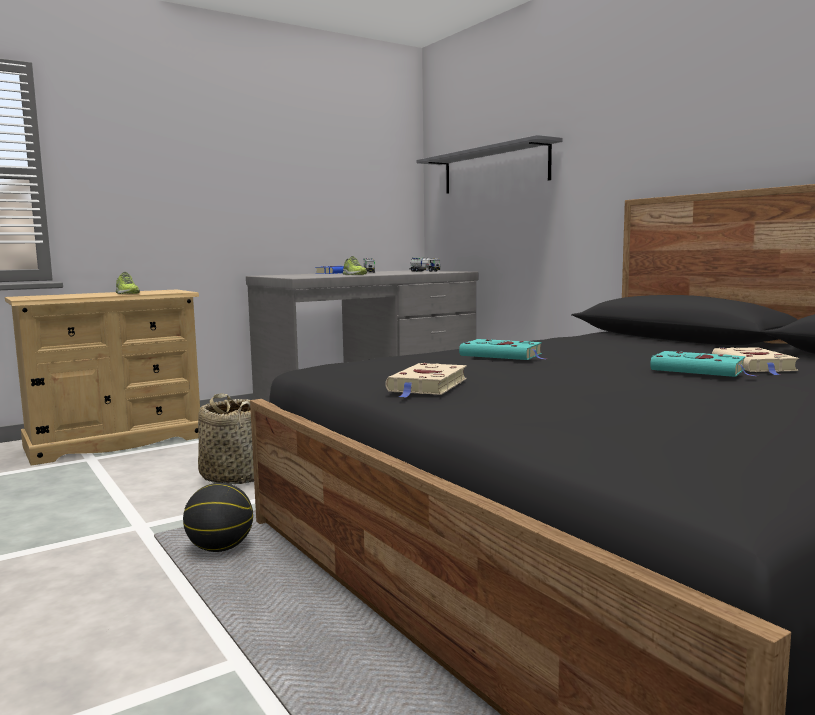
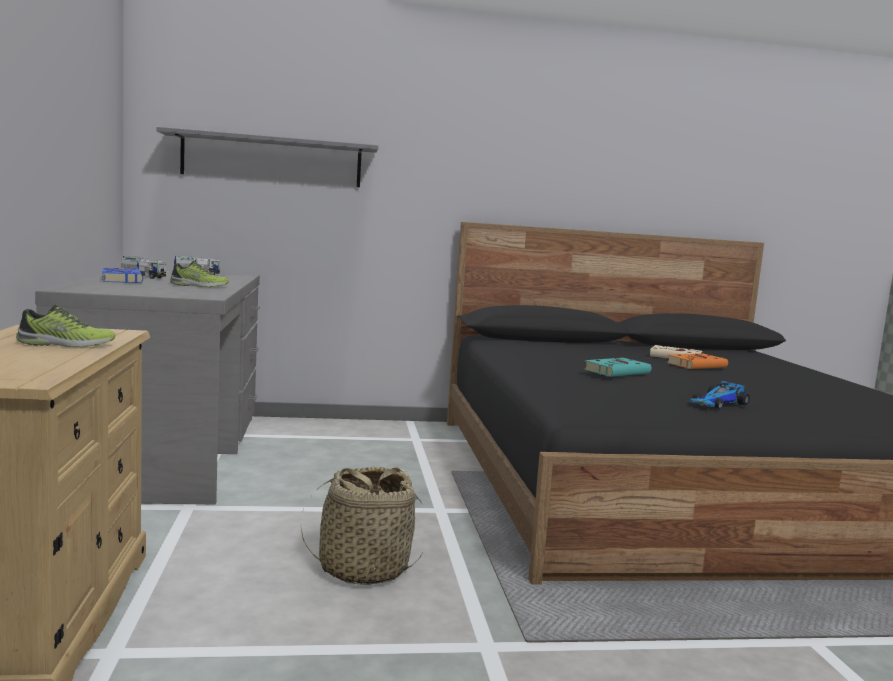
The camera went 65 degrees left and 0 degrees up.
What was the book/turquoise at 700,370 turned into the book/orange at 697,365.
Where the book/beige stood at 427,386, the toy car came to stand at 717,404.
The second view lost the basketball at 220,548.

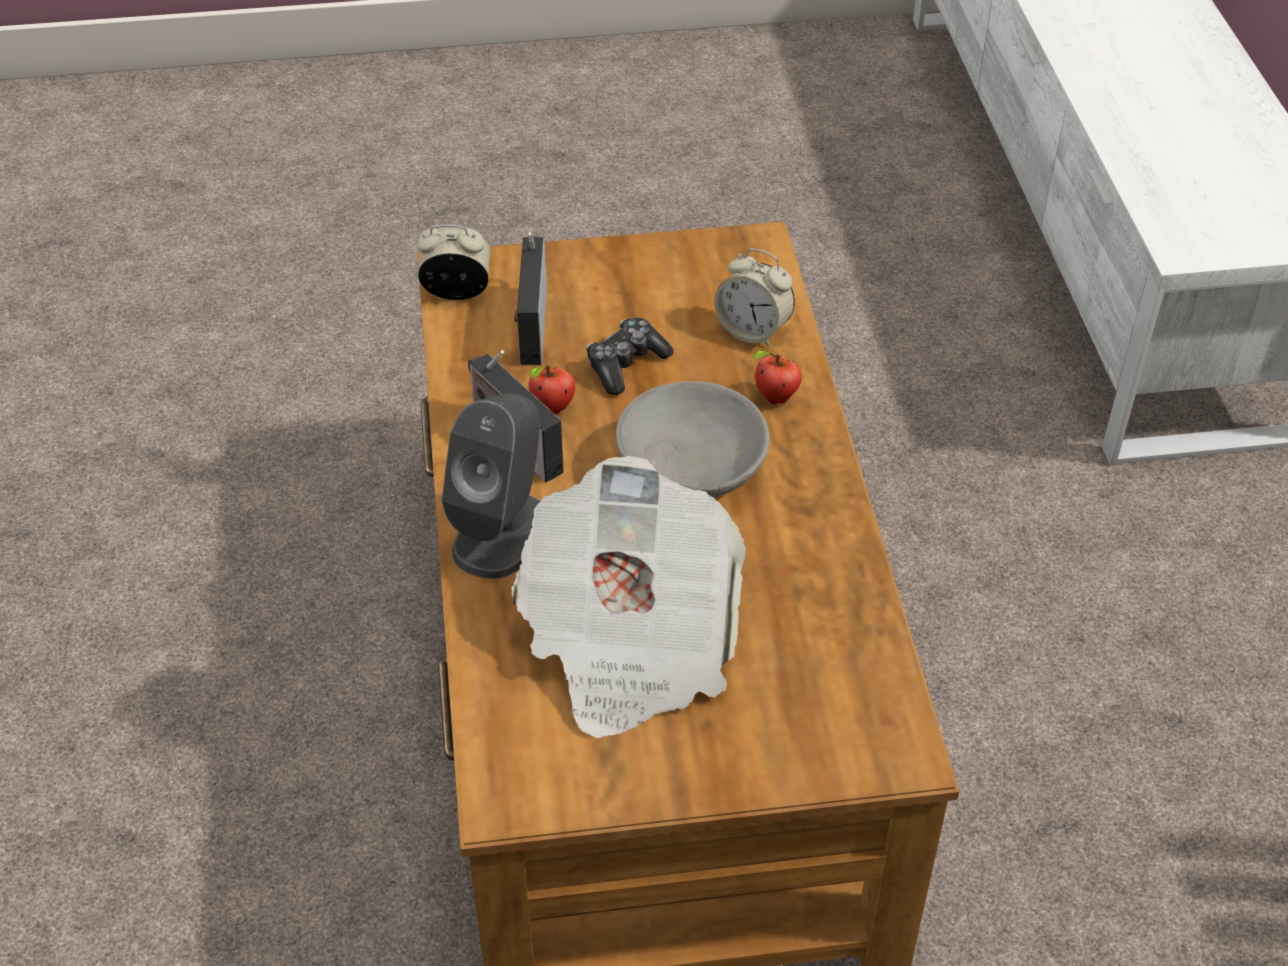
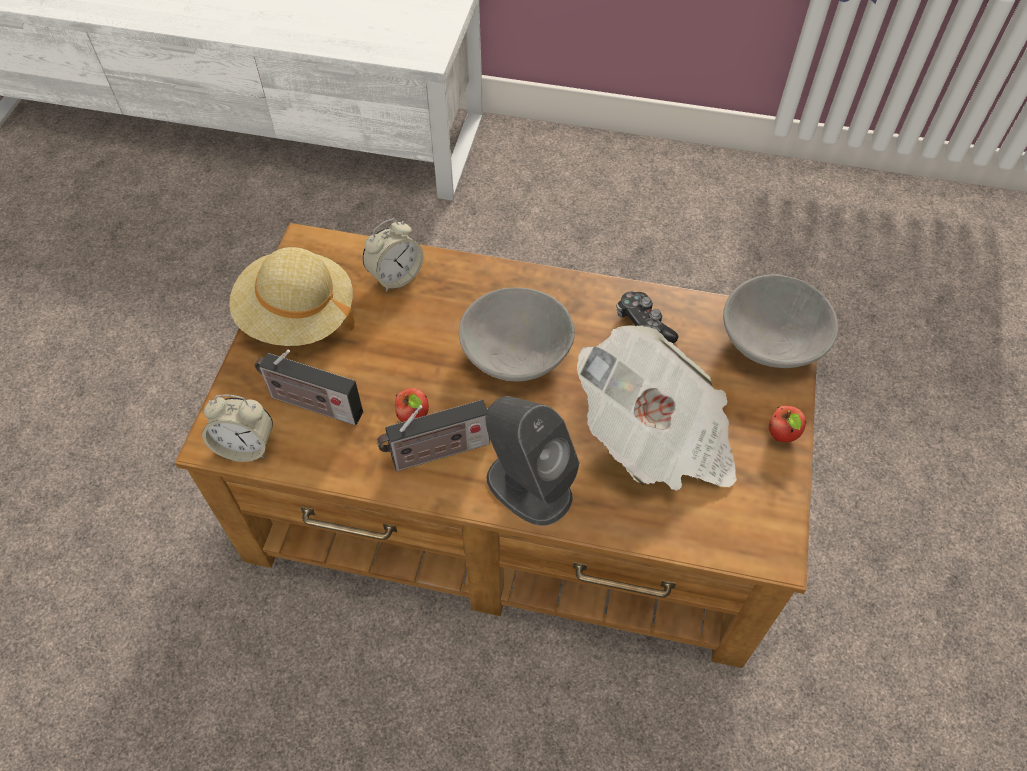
The camera went 70 degrees left and 10 degrees up.
The alarm clock at 457,292 ended up facing another way, 105 degrees counterclockwise from before.
The second view gained the hat/beige at 297,316.
The game controller ended up elsewhere, having gone from 626,364 to 643,325.
The second view gained the bowl/grey at 772,342.
The apple ended up elsewhere, having gone from 774,398 to 782,436.

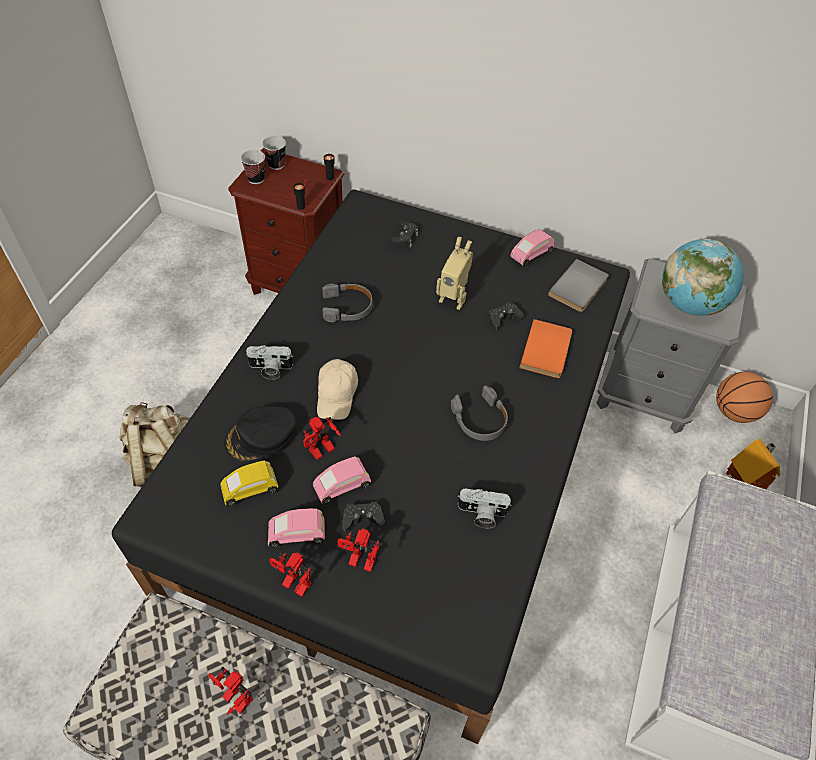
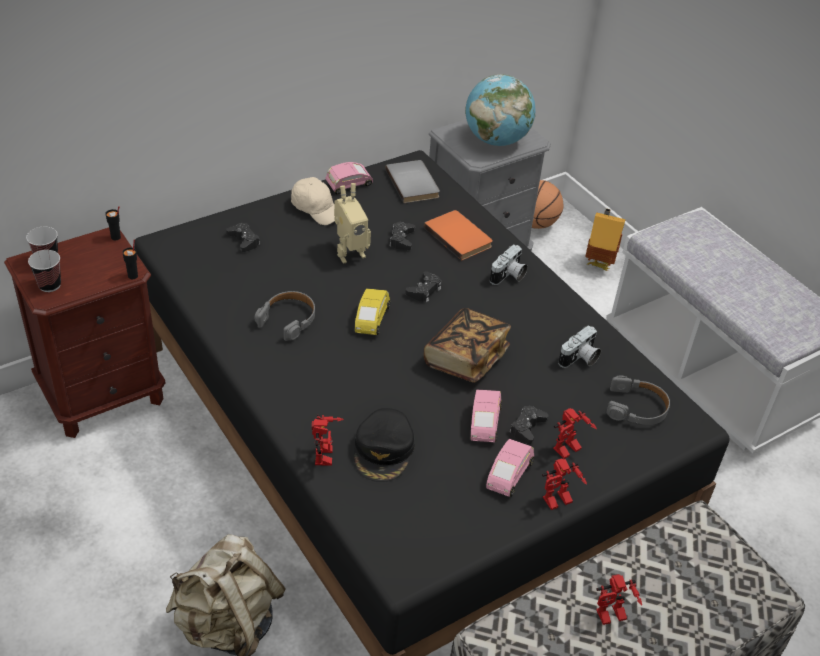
The camera went 55 degrees left and 10 degrees down.
The cap/beige ended up elsewhere, having gone from 337,395 to 316,209.
The toy robot ended up elsewhere, having gone from 321,452 to 327,457.
The toy car/pink at 530,255 ended up facing another way, 120 degrees counterclockwise from before.
The toy car/yellow ended up elsewhere, having gone from 250,489 to 371,320.
The second view gained the game controller/black at 424,290.
The second view gained the book at 465,358.
The photo camera ended up elsewhere, having gone from 270,369 to 509,276.
The headphones/grey ended up elsewhere, having gone from 480,419 to 637,408.

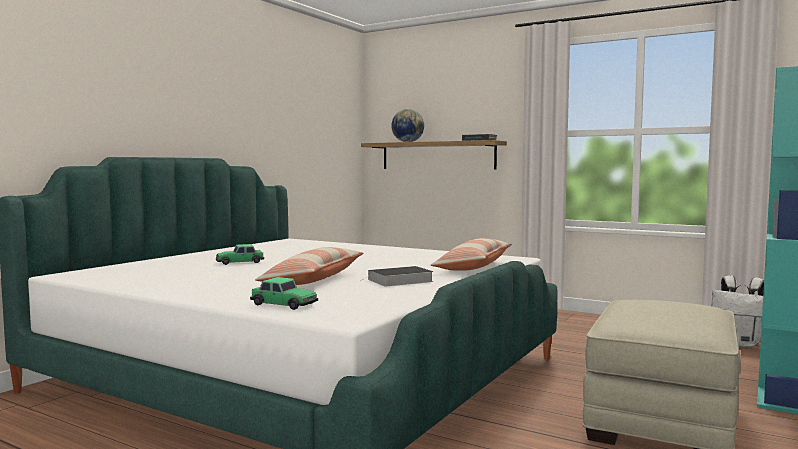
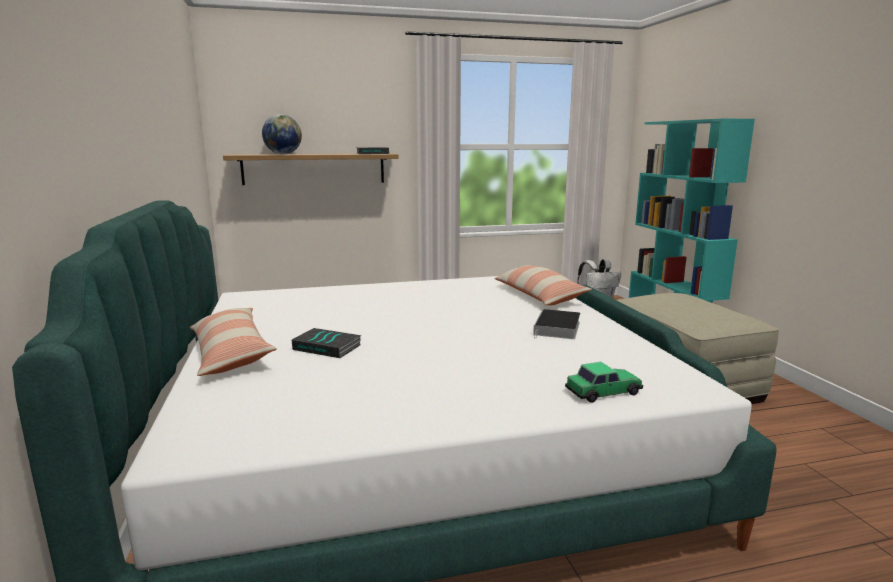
The camera went 45 degrees left and 10 degrees up.
The pillow ended up elsewhere, having gone from 313,280 to 230,353.
Where the toy car stood at 239,262, the book came to stand at 328,347.

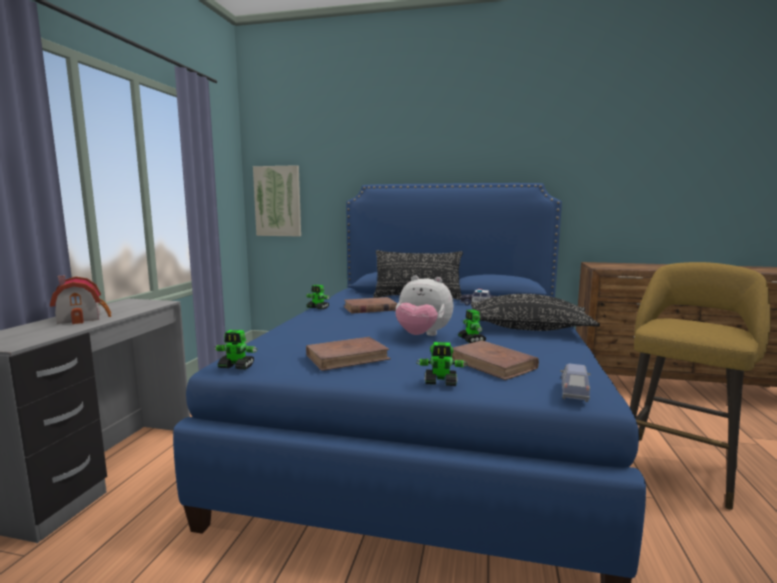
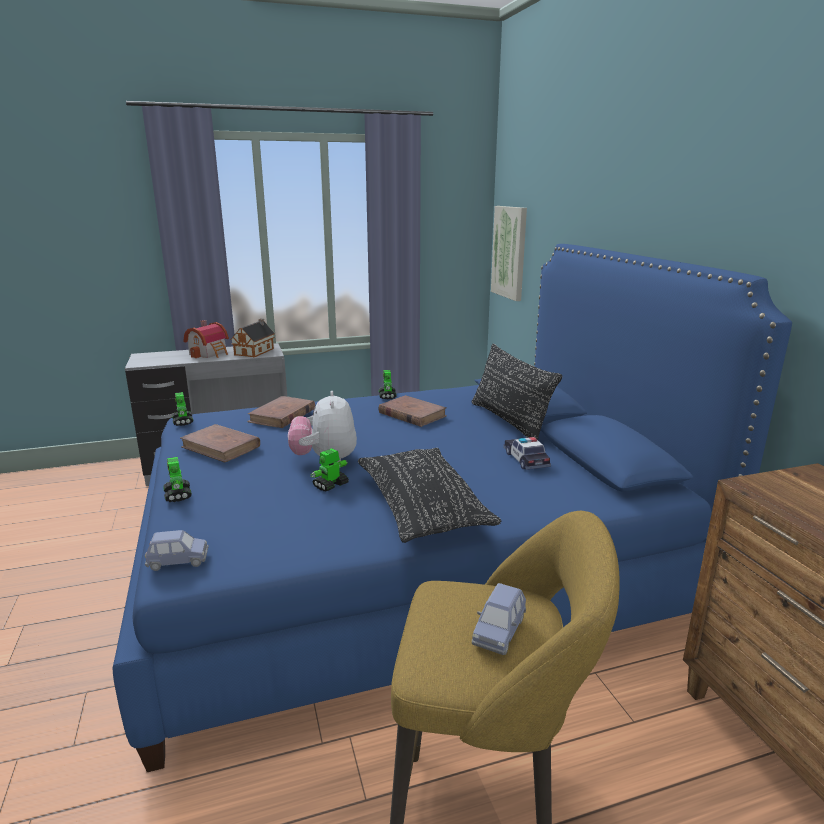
The camera went 60 degrees right and 10 degrees up.
The second view gained the toy house at 255,351.
The book/brown ended up elsewhere, having gone from 492,364 to 282,416.
The second view gained the toy car/blue at 499,632.

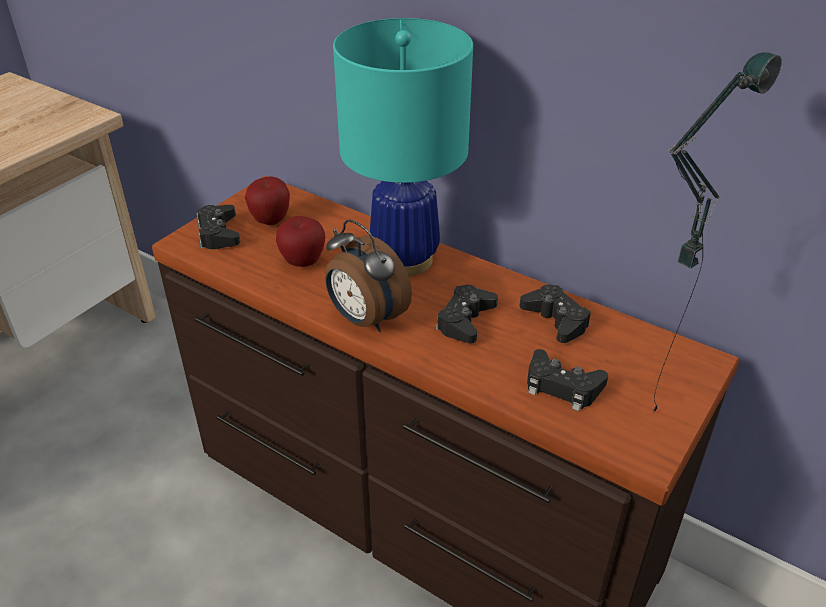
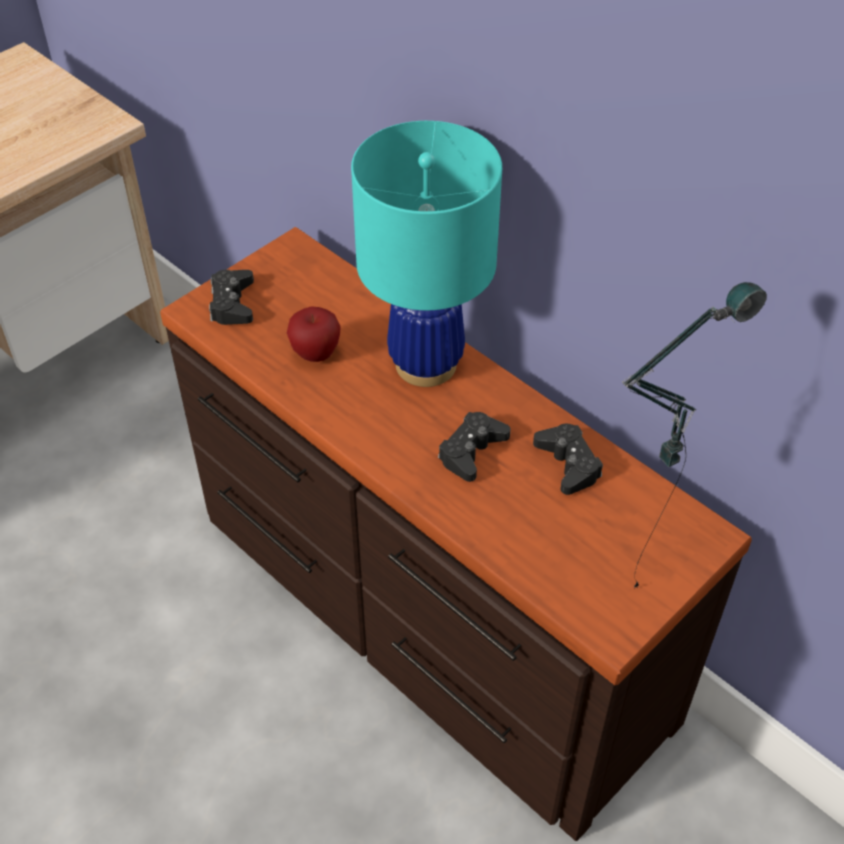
The camera went 10 degrees right and 10 degrees up.
The second view lost the apple at 270,221.
The second view lost the alarm clock at 365,319.
The second view lost the game controller/black at 562,386.

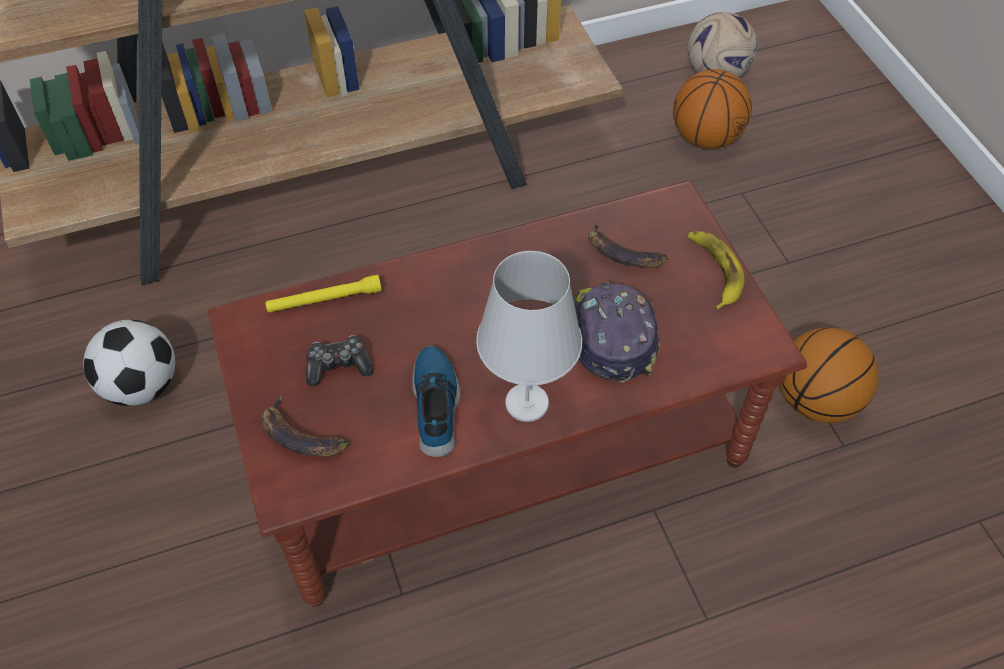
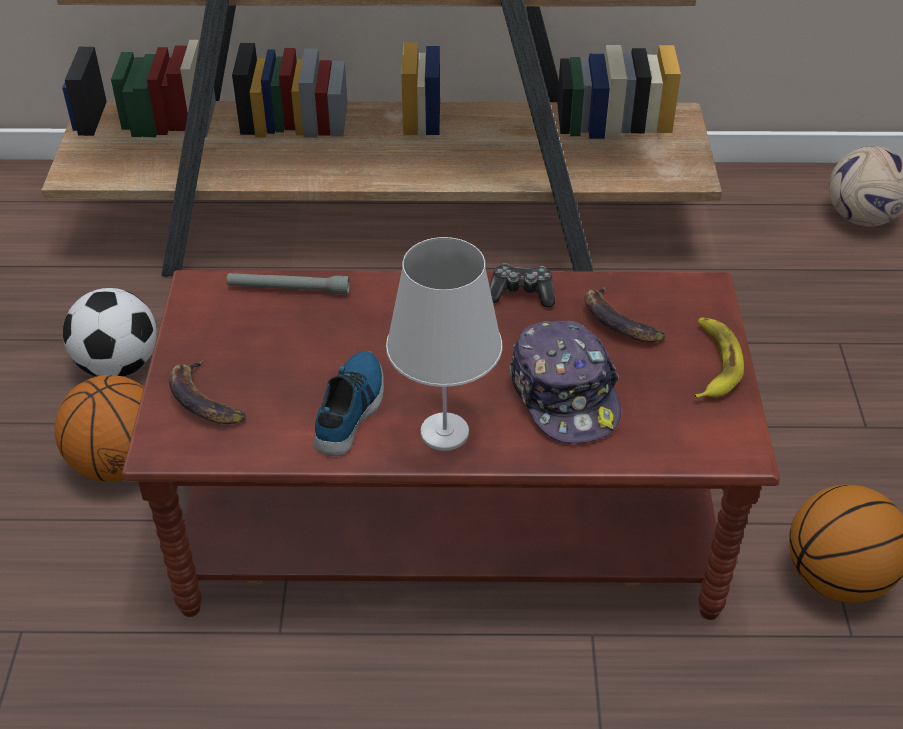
The camera went 20 degrees right and 10 degrees down.
The basketball ended up elsewhere, having gone from 706,138 to 119,464.
What was the flashlight/yellow at 324,300 turned into the flashlight/grey at 288,289.
The game controller ended up elsewhere, having gone from 338,366 to 521,293.
The cap at 609,336 ended up facing another way, 150 degrees clockwise from before.

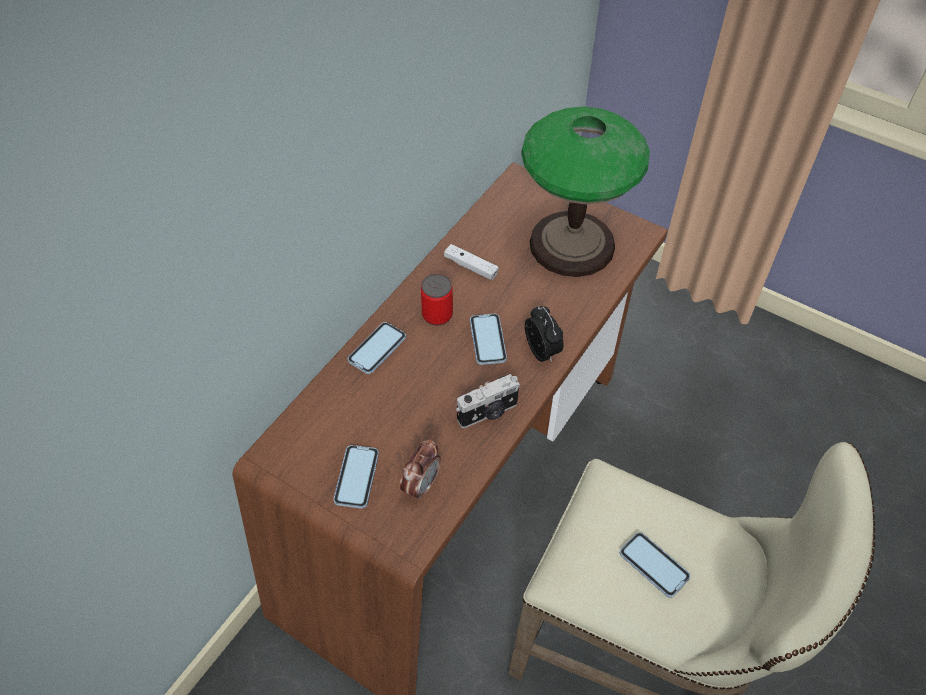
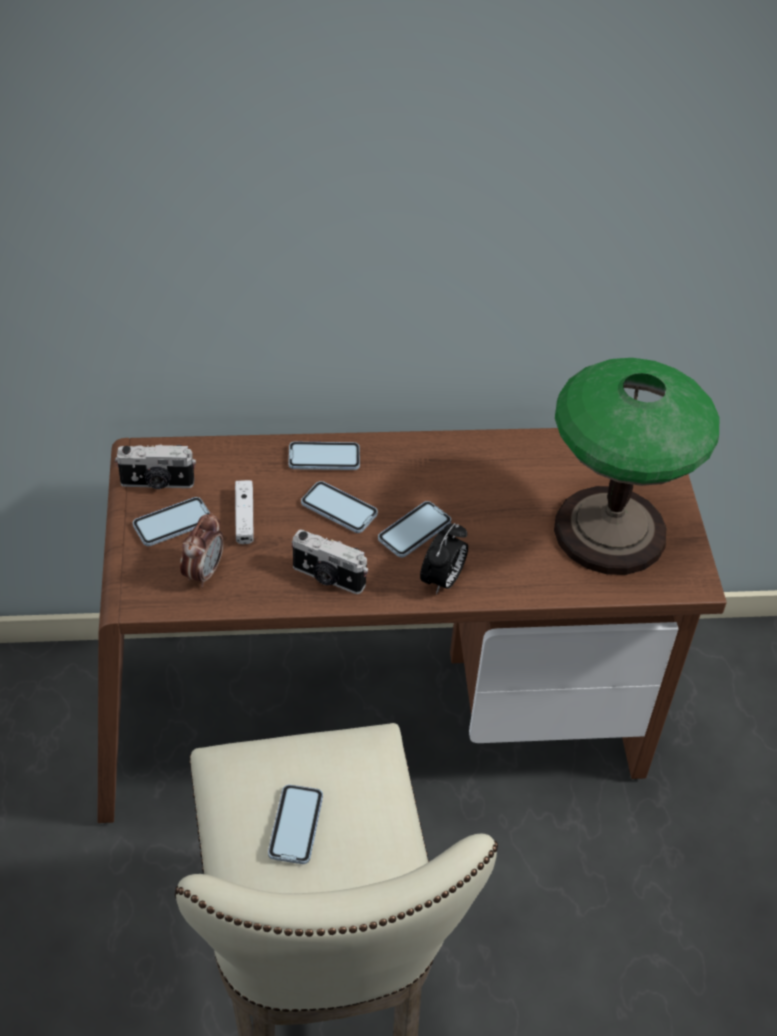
The camera went 50 degrees right and 5 degrees down.
The second view gained the photo camera at 157,483.
The alarm clock at 421,485 ended up facing another way, 60 degrees counterclockwise from before.
The game controller/white ended up elsewhere, having gone from 470,267 to 244,517.
The second view gained the phone at 339,509.
The second view lost the can at 437,315.

